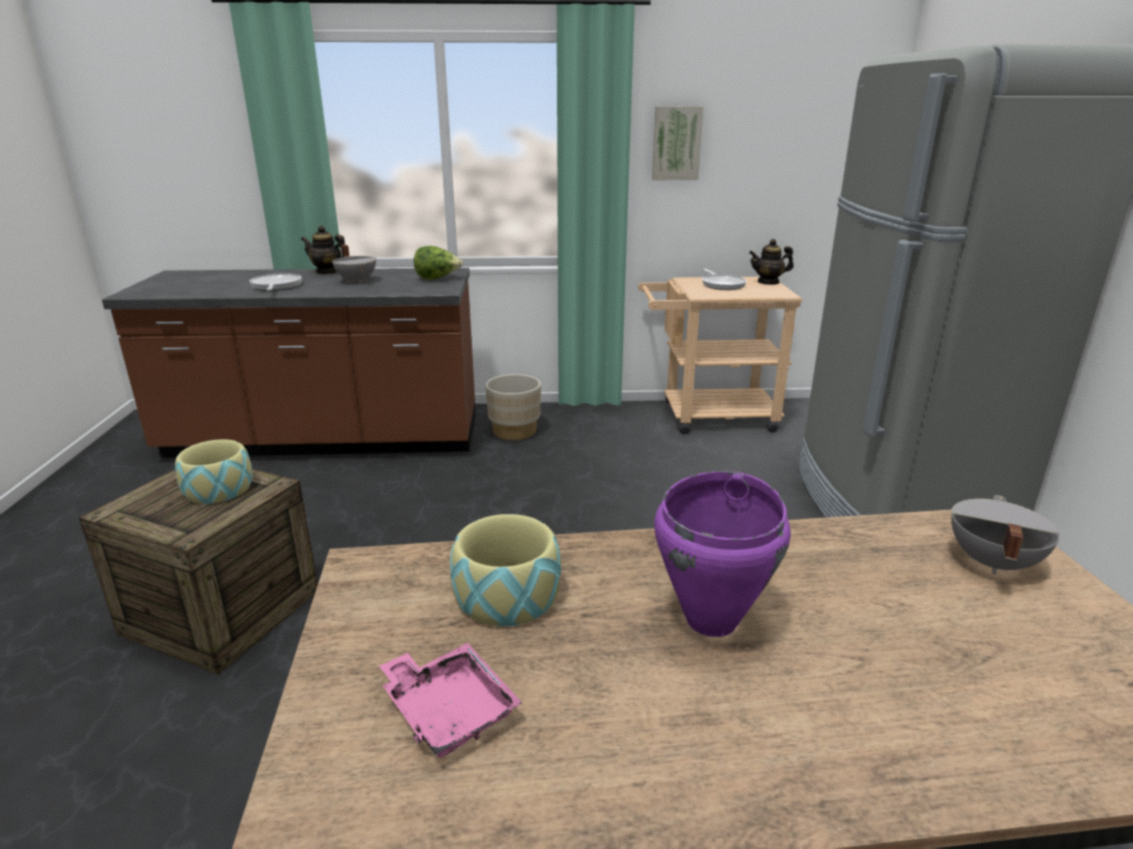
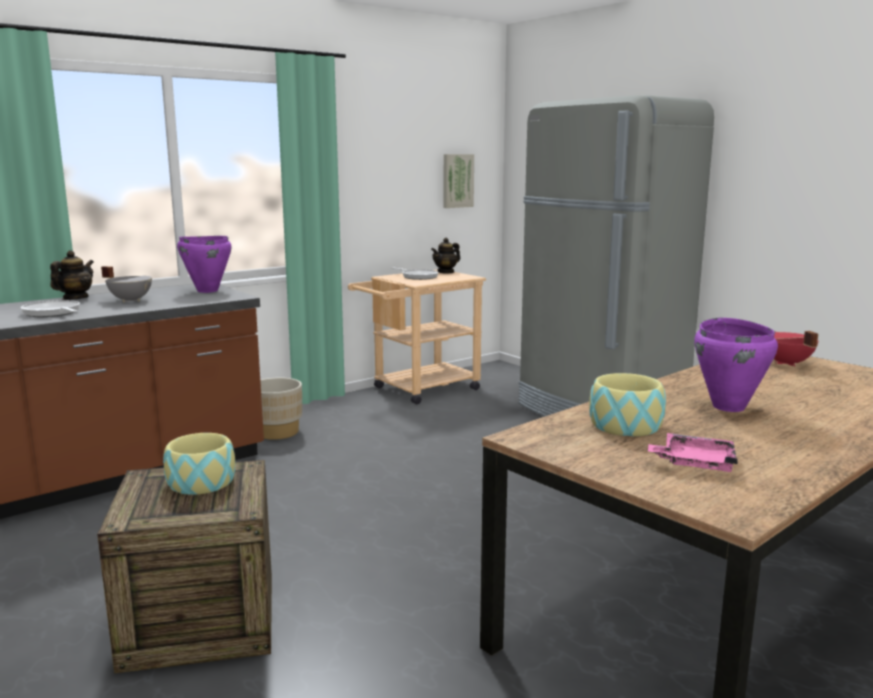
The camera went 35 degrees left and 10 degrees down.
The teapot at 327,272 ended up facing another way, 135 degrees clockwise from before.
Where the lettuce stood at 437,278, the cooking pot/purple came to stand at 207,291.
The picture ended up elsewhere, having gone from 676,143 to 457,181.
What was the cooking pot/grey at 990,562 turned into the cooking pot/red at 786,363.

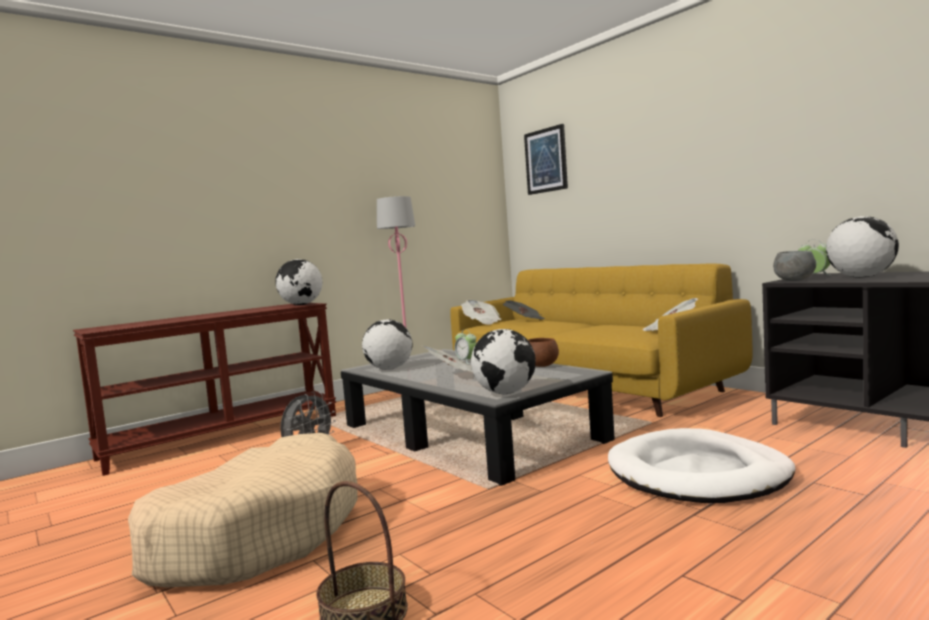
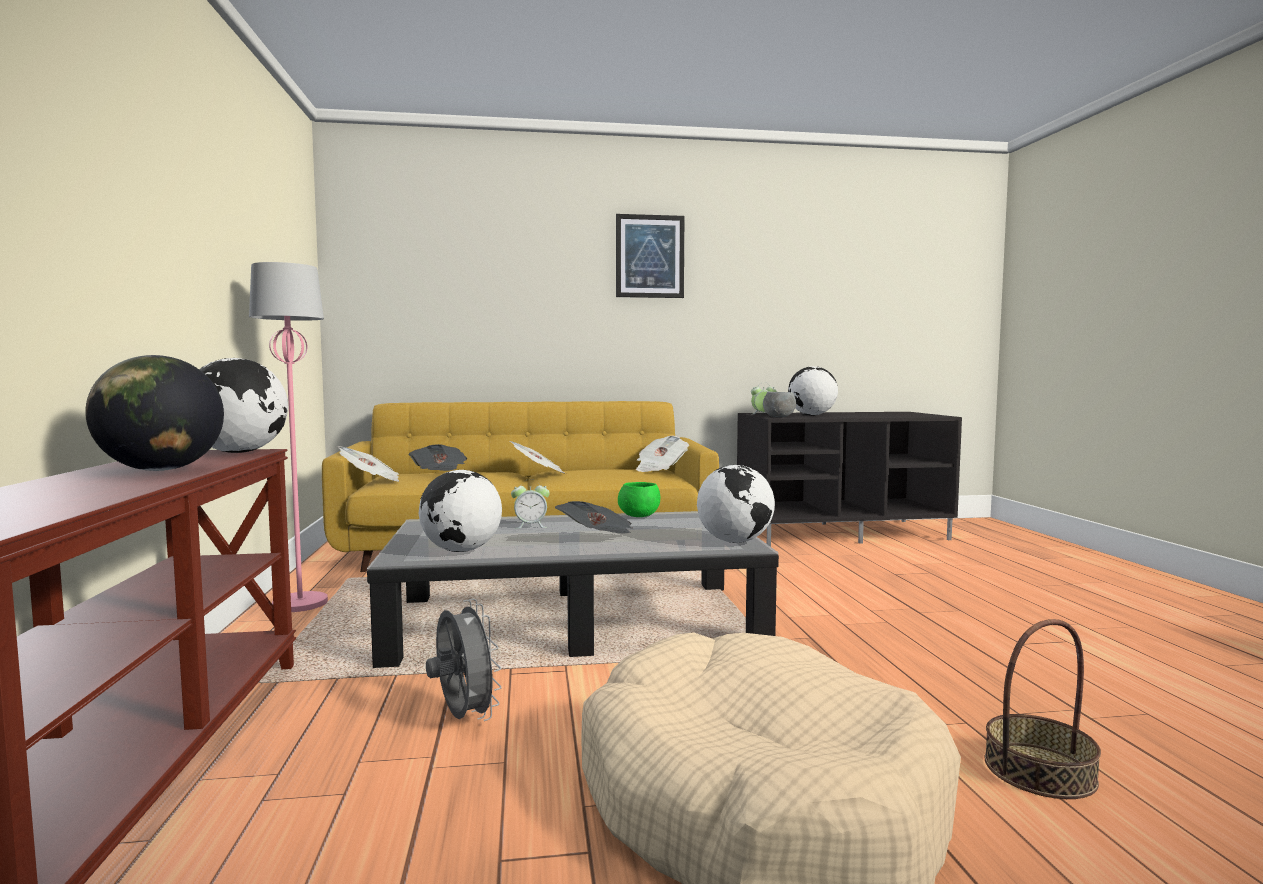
The camera went 60 degrees left and 0 degrees up.
The second view gained the globe at 161,470.
The second view gained the newspaper at 538,473.
The picture ended up elsewhere, having gone from 546,160 to 649,256.
What was the bowl/brown at 541,366 turned into the bowl/green at 639,516.
The second view lost the dog bed/white at 698,474.

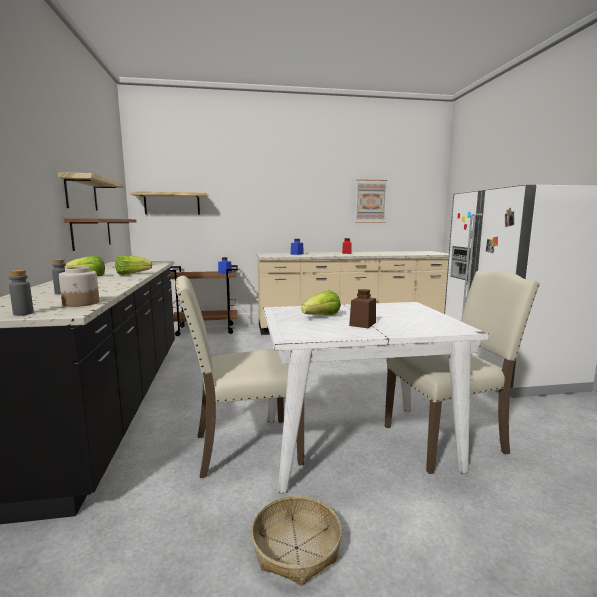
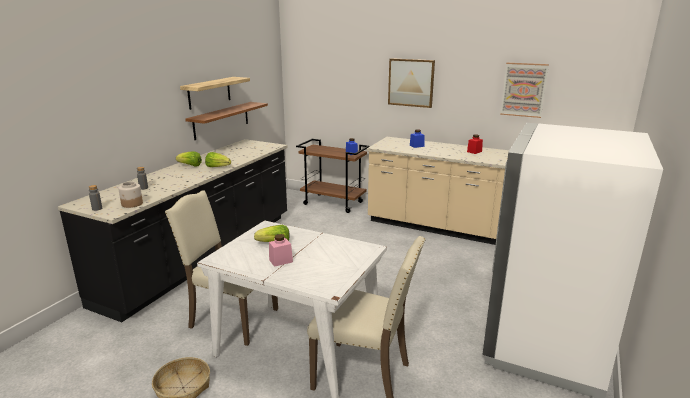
The camera went 35 degrees right and 10 degrees up.
What was the jar/brown at 362,324 turned into the jar/pink at 281,261.
The second view gained the picture at 411,82.
The second view lost the shelf at 172,203.

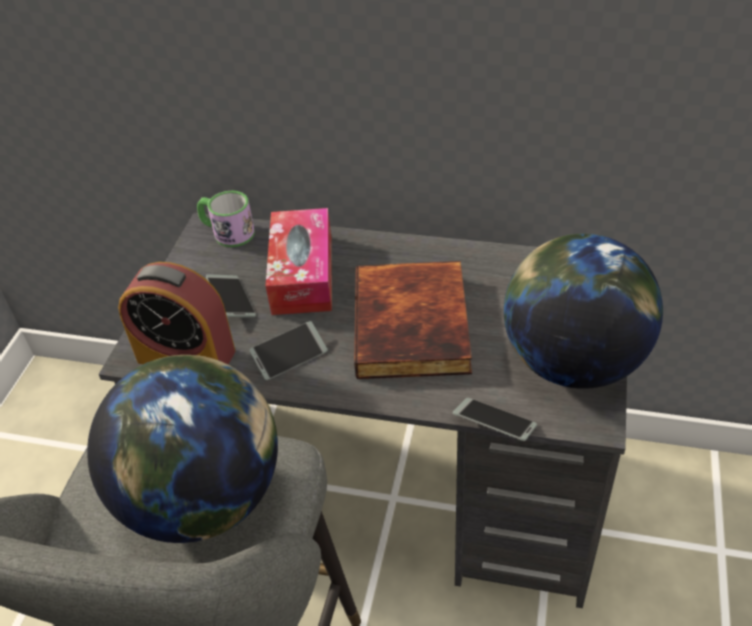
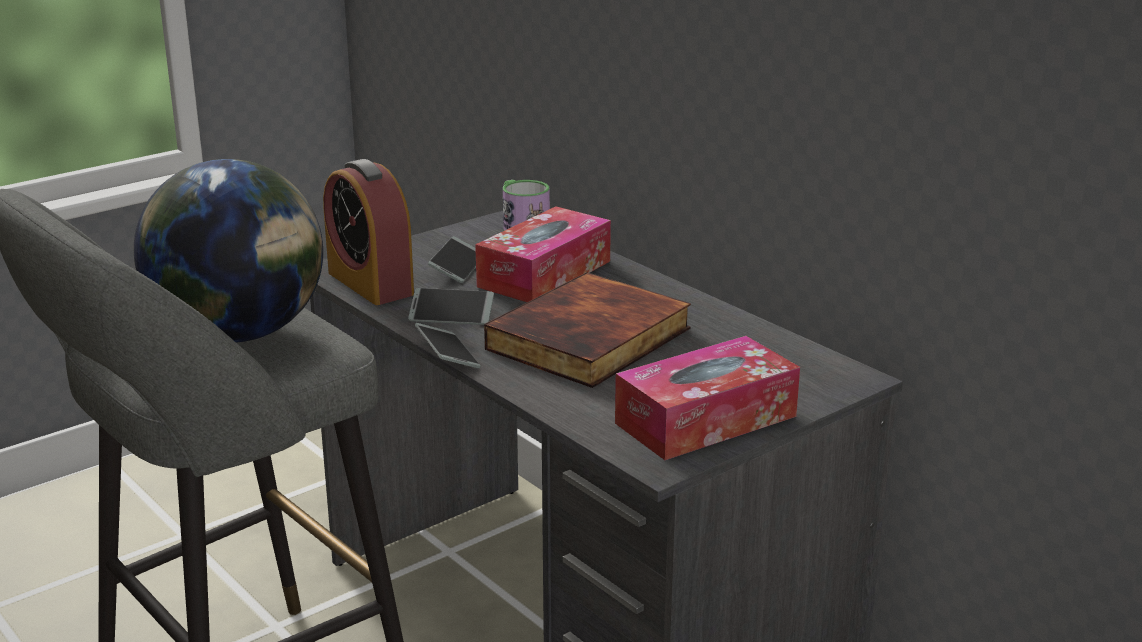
The camera went 35 degrees right and 20 degrees down.
The phone ended up elsewhere, having gone from 494,424 to 447,354.
Where the globe stood at 572,361, the tissue box came to stand at 706,420.

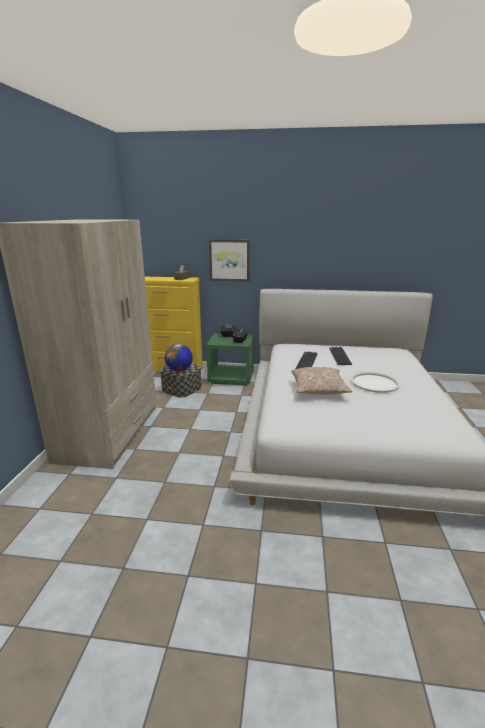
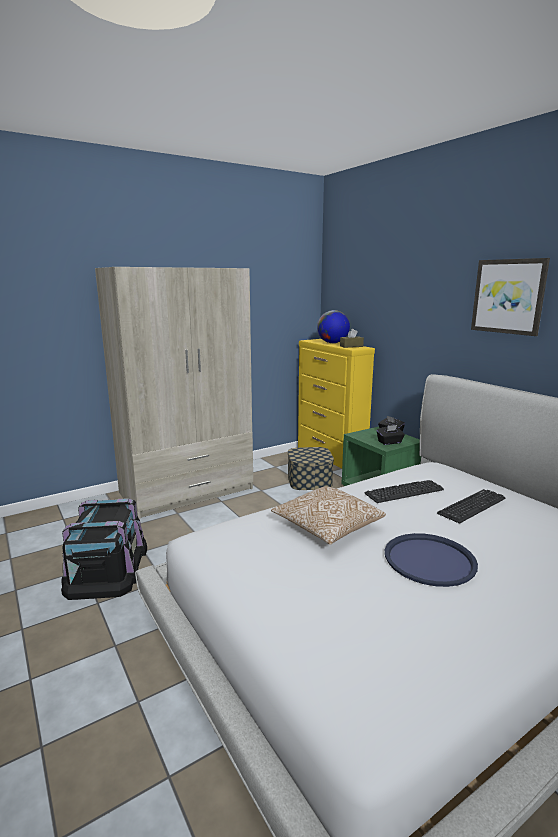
The camera went 50 degrees right and 5 degrees down.
The second view gained the storage box/black at 107,567.
The globe ended up elsewhere, having gone from 179,370 to 332,343.
What was the tray/white at 374,383 turned into the tray/blue at 429,560.
The picture ended up elsewhere, having gone from 229,260 to 508,296.

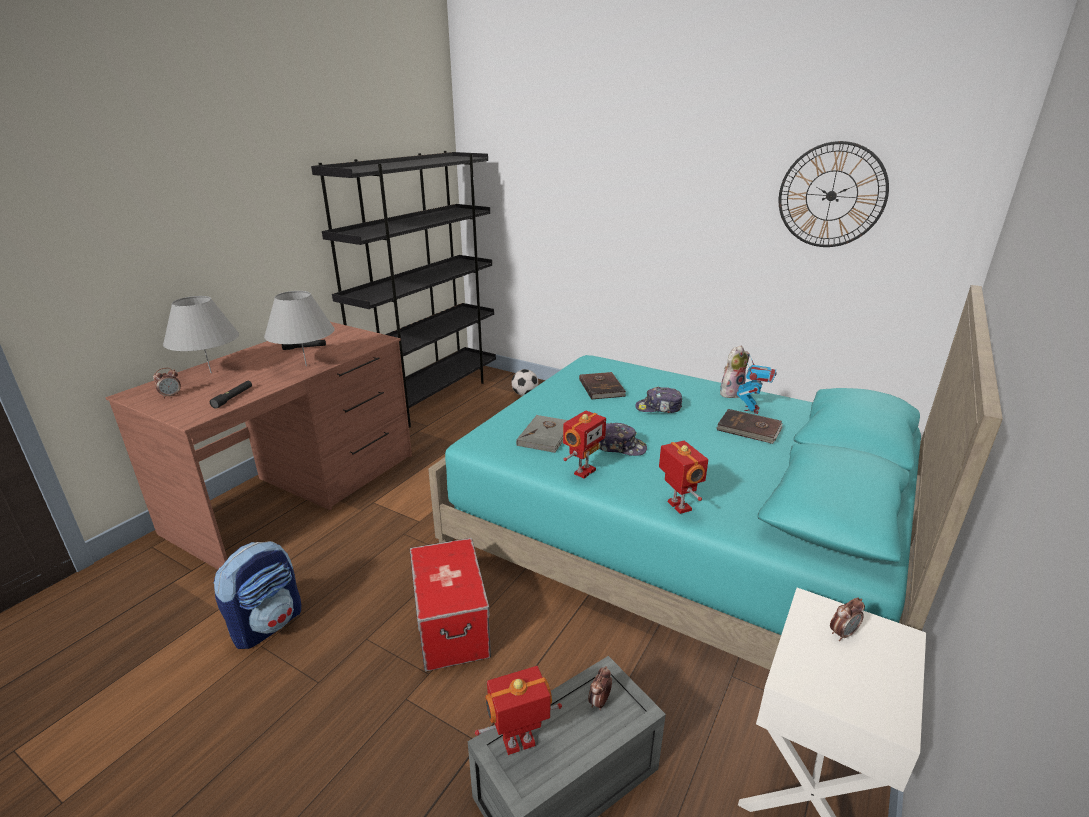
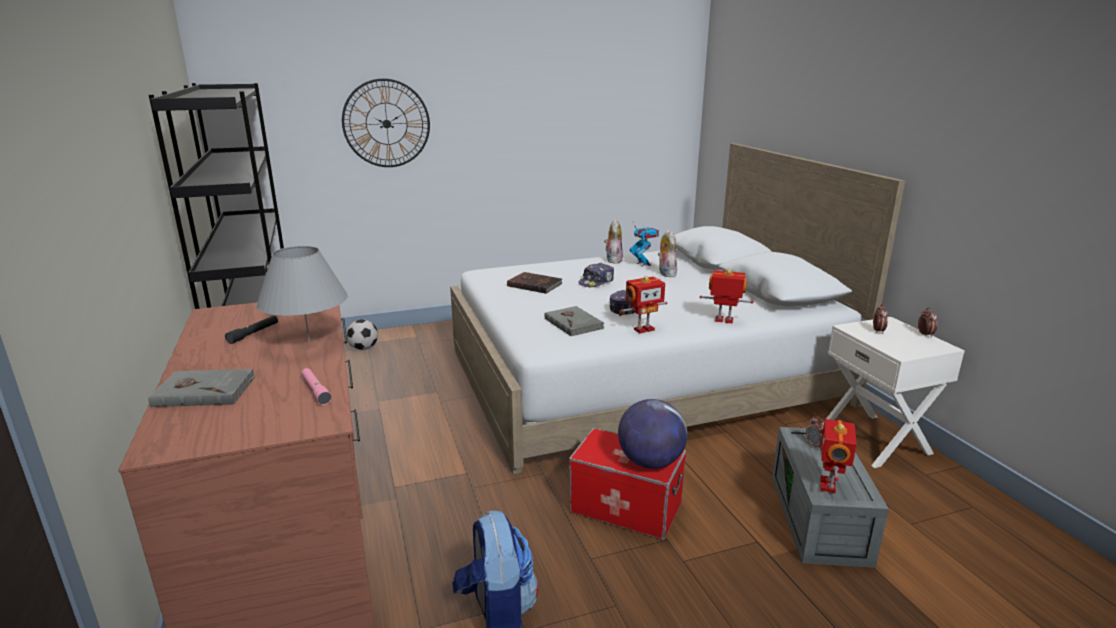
The camera went 50 degrees left and 5 degrees down.
Where the table lamp/grey stood at 211,373, the book/grey came to stand at 204,391.
What was the flashlight/black at 233,398 turned into the flashlight/pink at 315,391.
The wall clock ended up elsewhere, having gone from 831,195 to 386,123.
What was the bed/turquoise at 678,531 turned into the bed/white at 641,377.
The second view gained the globe at 650,462.
The toy robot at 583,471 ended up facing another way, 75 degrees clockwise from before.
Where the book/brown stood at 749,429, the plush toy came to stand at 665,273.
The alarm clock ended up elsewhere, having gone from 171,396 to 925,335.

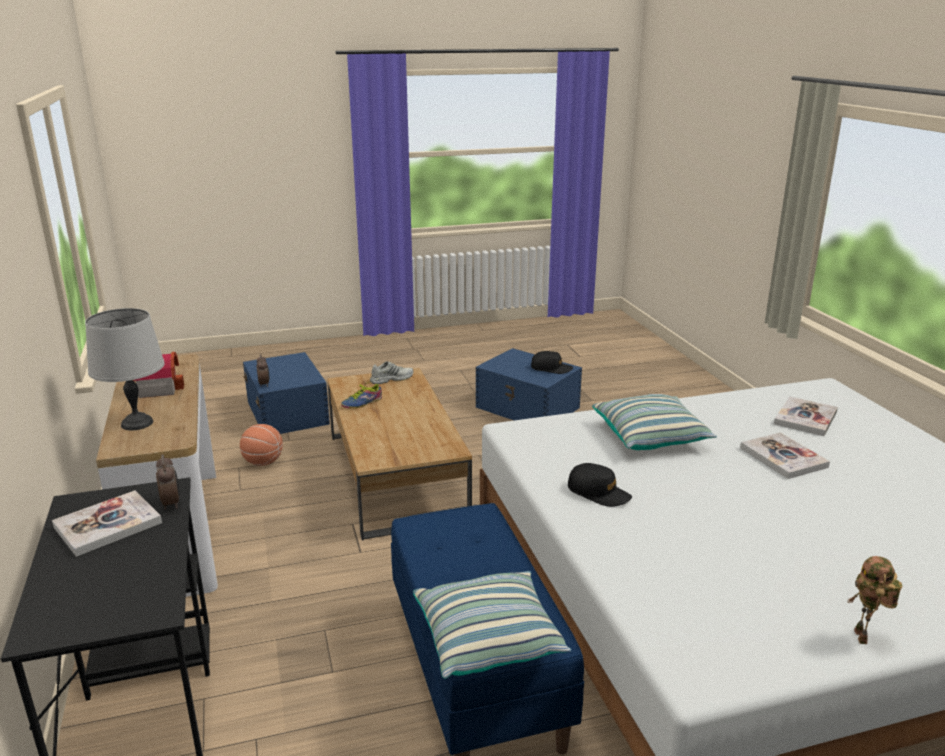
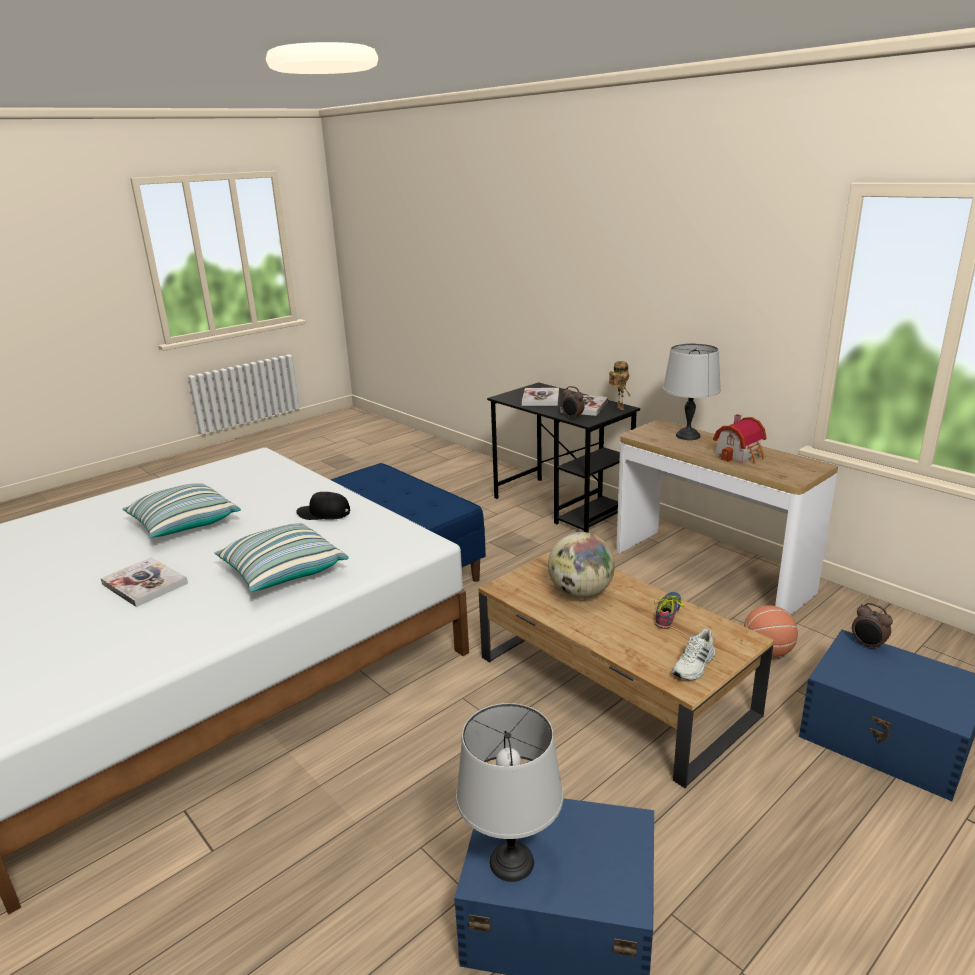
The camera went 155 degrees right and 0 degrees up.
The pillow ended up elsewhere, having gone from 488,639 to 183,524.
Where the cap/black stood at 551,368, the table lamp/grey came to stand at 512,862.
The book ended up elsewhere, having gone from 805,418 to 540,398.
The second view gained the globe at 580,593.
The toy robot ended up elsewhere, having gone from 863,638 to 618,408.

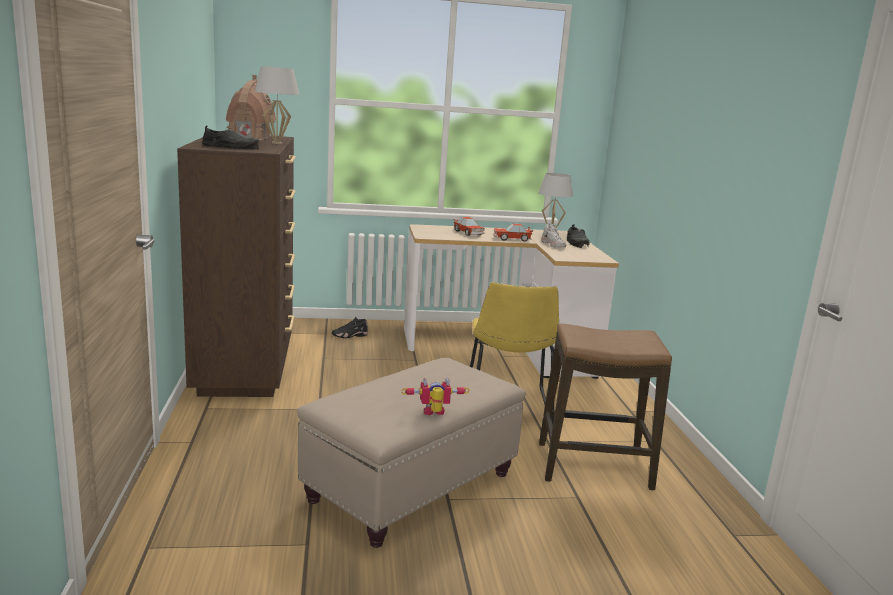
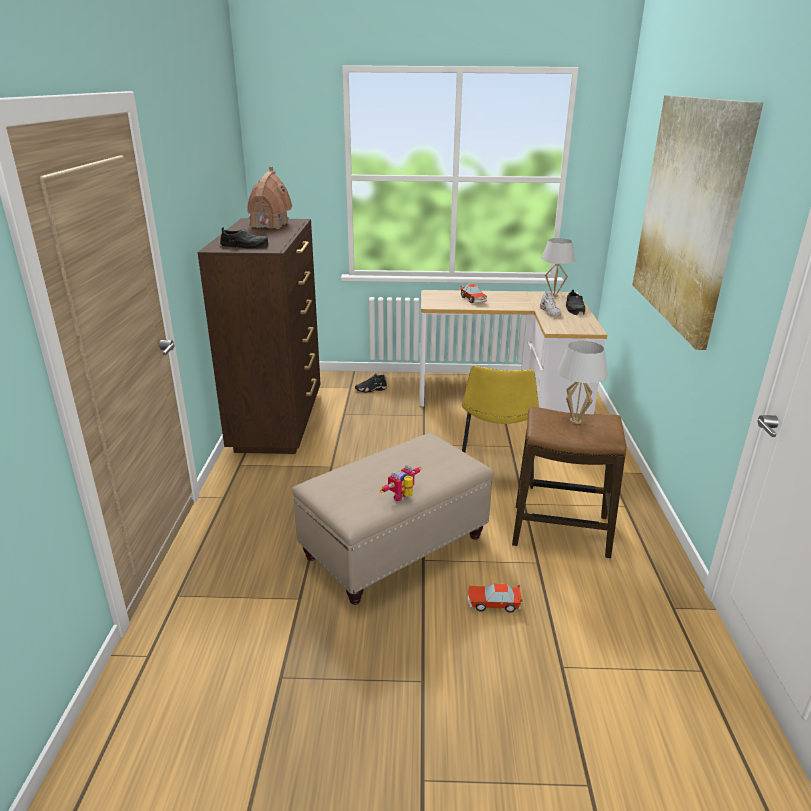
The camera went 10 degrees right and 10 degrees up.
The toy robot at 434,414 ended up facing another way, 45 degrees counterclockwise from before.
The toy car ended up elsewhere, having gone from 511,239 to 493,603.
The table lamp/white ended up elsewhere, having gone from 276,143 to 575,421.
The second view gained the picture at 688,213.

